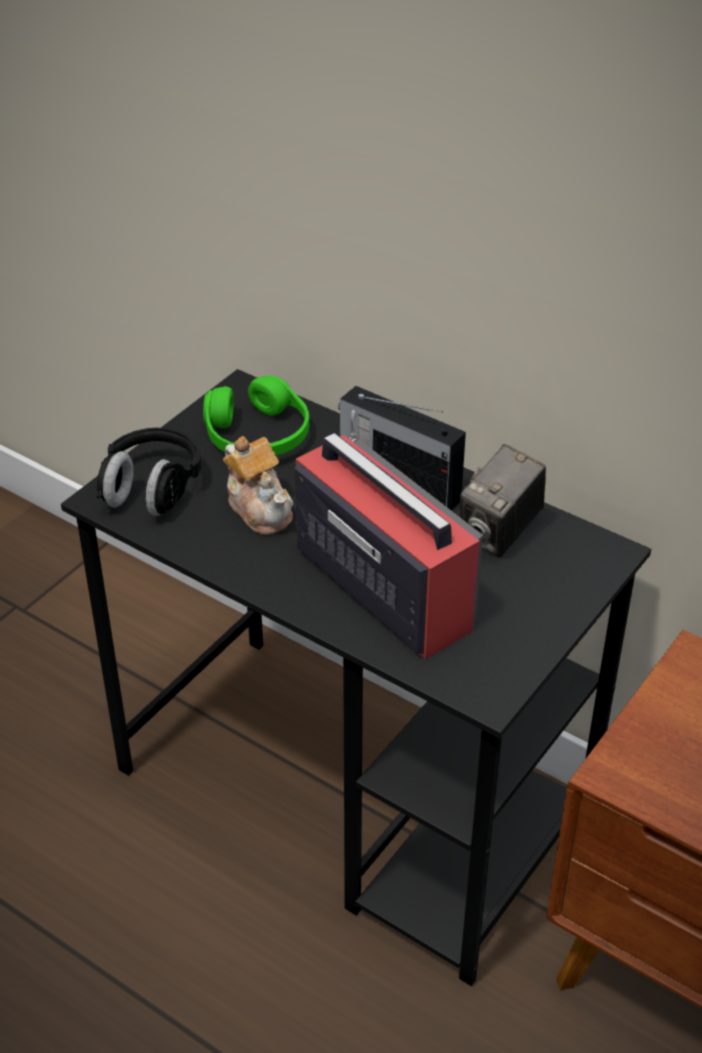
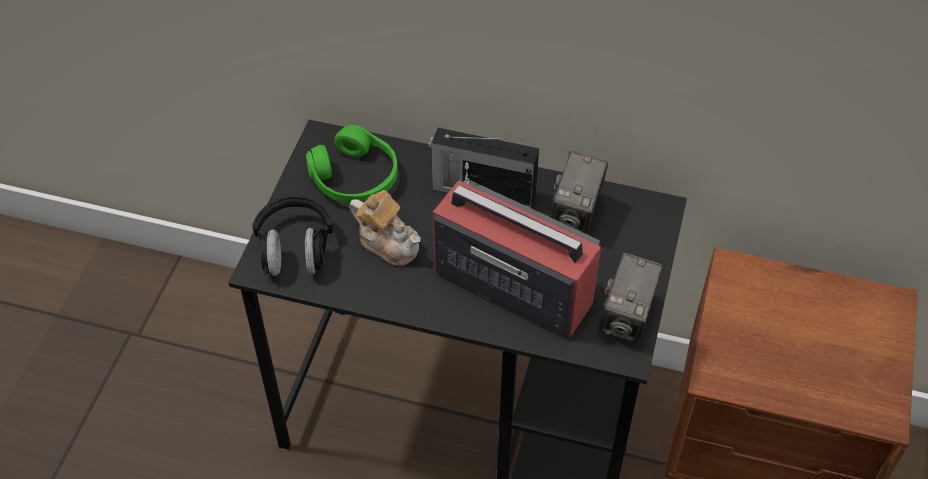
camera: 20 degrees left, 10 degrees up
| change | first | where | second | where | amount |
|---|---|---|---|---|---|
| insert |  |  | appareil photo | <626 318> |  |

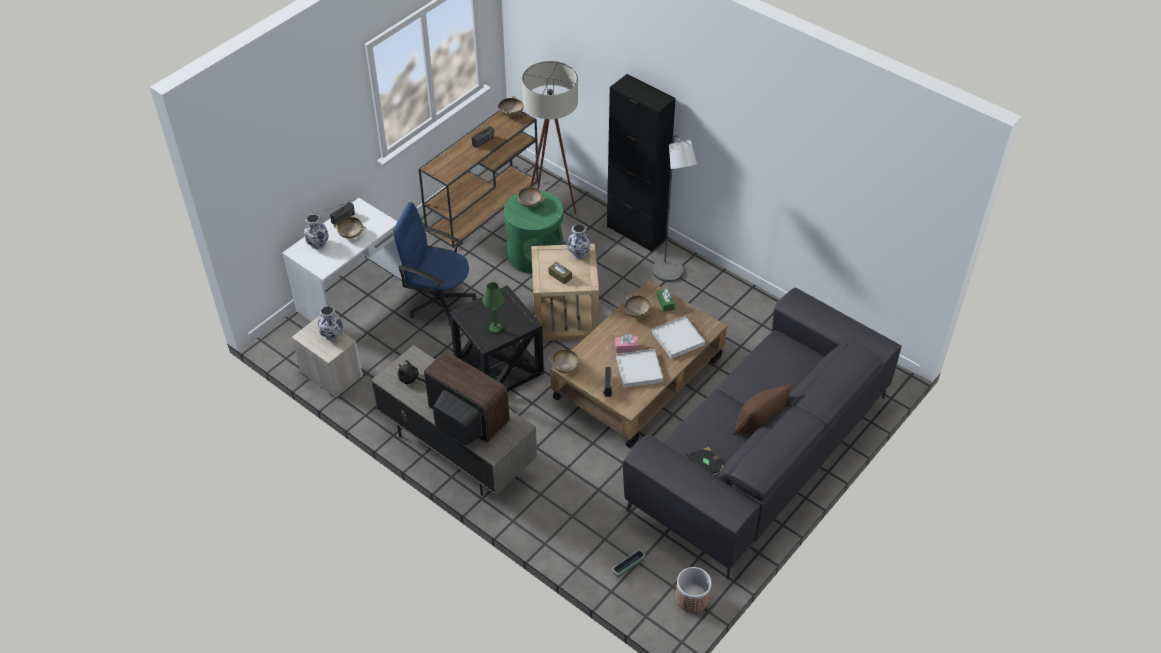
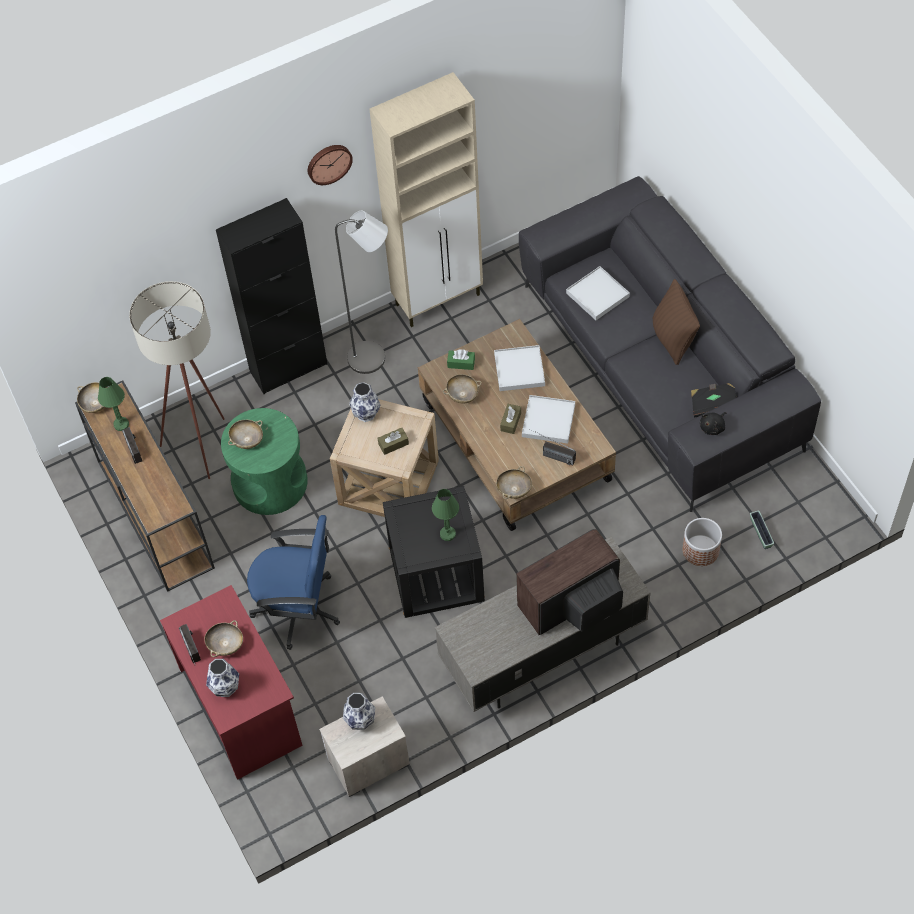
camera: 65 degrees left, 10 degrees up
| change | first | where | second | where | amount |
|---|---|---|---|---|---|
| recolor | bureau [blanc] | <352 295> | bureau [rouge] | <241 705> |  |
| rotate | chaise de bureau [bleu] | <439 300> |  | <298 608> | 120 degrees counterclockwise |
| recolor | boîte à mouchoirs [rose] | <626 347> | boîte à mouchoirs [marron] | <510 422> |  |
| move | peluche [noir] | <410 379> |  | <713 427> |  |
| move | cache-pot | <692 598> |  | <701 550> |  |
| insert |  |  | meuble de rangement [beige] | <439 299> |  |
| insert |  |  | horloge murale | <328 163> |  |
| insert |  |  | plateau [blanc] | <597 295> |  |
| insert |  |  | lampe de table [vert] | <121 424> |  |

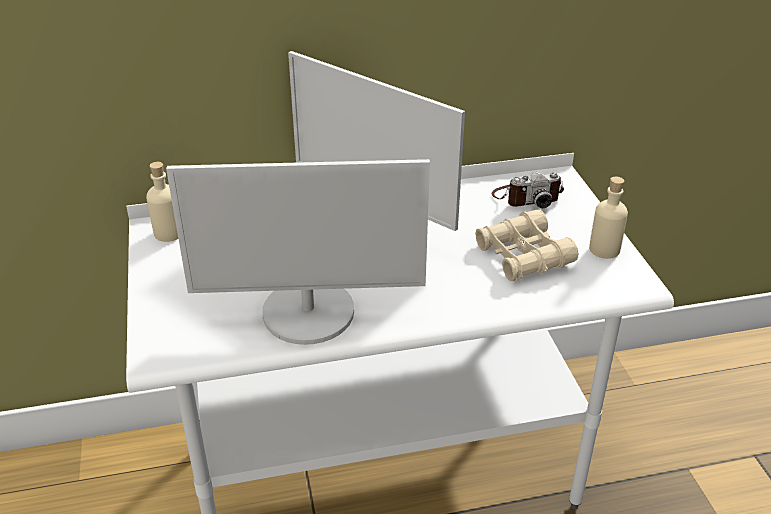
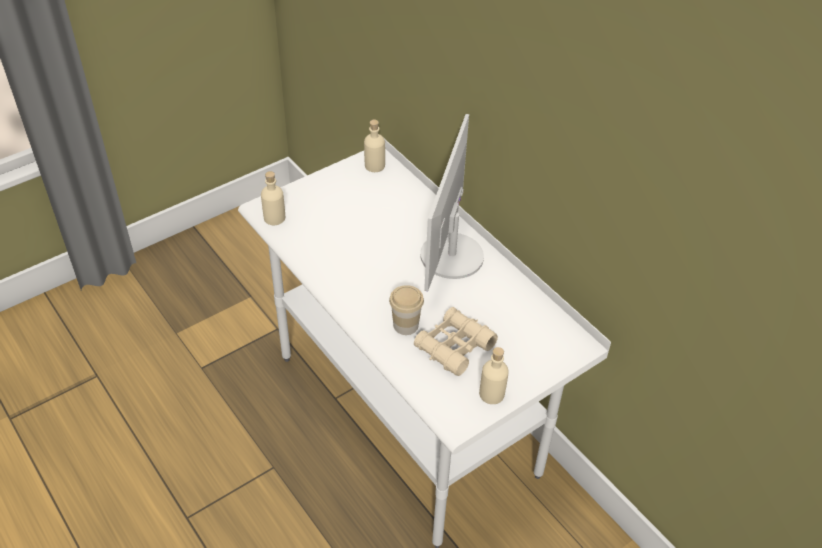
camera: 65 degrees right, 10 degrees up
| change | first | where | second | where | amount |
|---|---|---|---|---|---|
| delete | écran d'ordinateur | <309 313> |  |  |  |
| delete | appareil photo | <527 197> |  |  |  |
| insert |  |  | bouteille [beige] | <274 218> |  |
| insert |  |  | tasse | <405 325> |  |

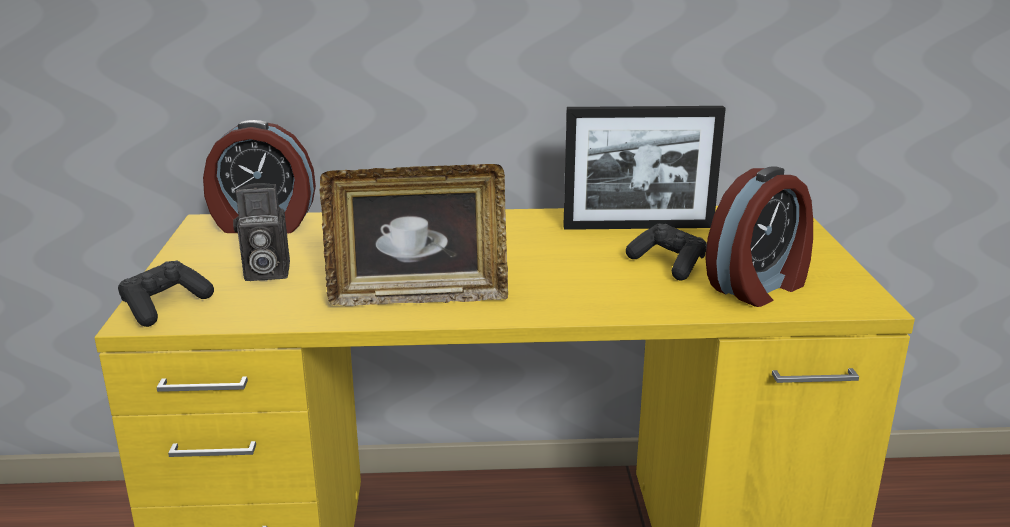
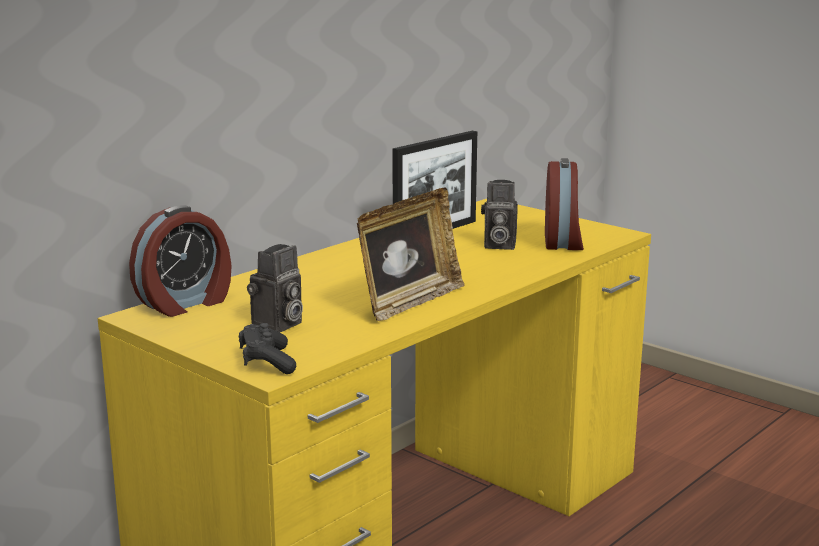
camera: 45 degrees left, 5 degrees down
| change | first | where | second | where | amount |
|---|---|---|---|---|---|
| replace | manette [noir] | <668 264> | appareil photo | <498 245> |  |

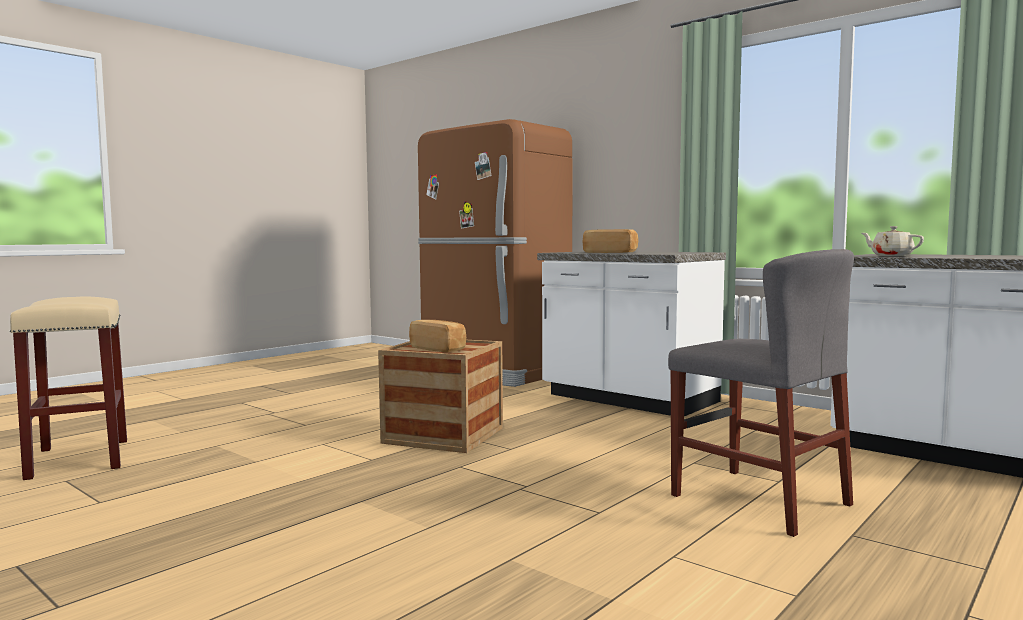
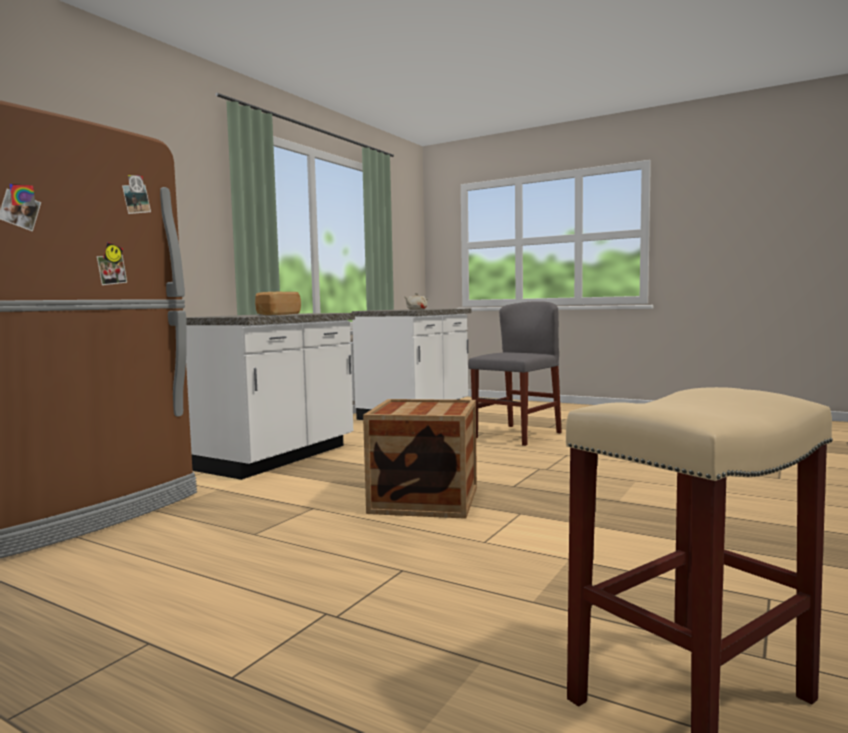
camera: 100 degrees left, 0 degrees up
| change | first | where | second | where | amount |
|---|---|---|---|---|---|
| delete | pain | <438 348> |  |  |  |

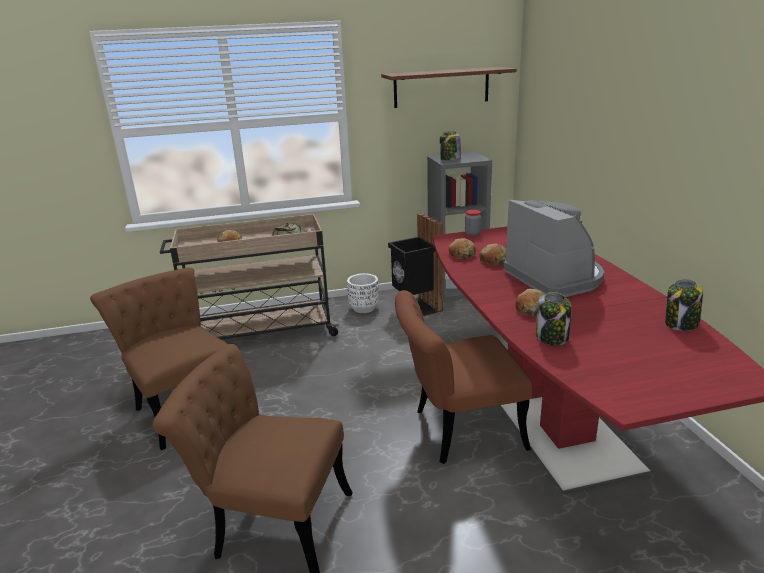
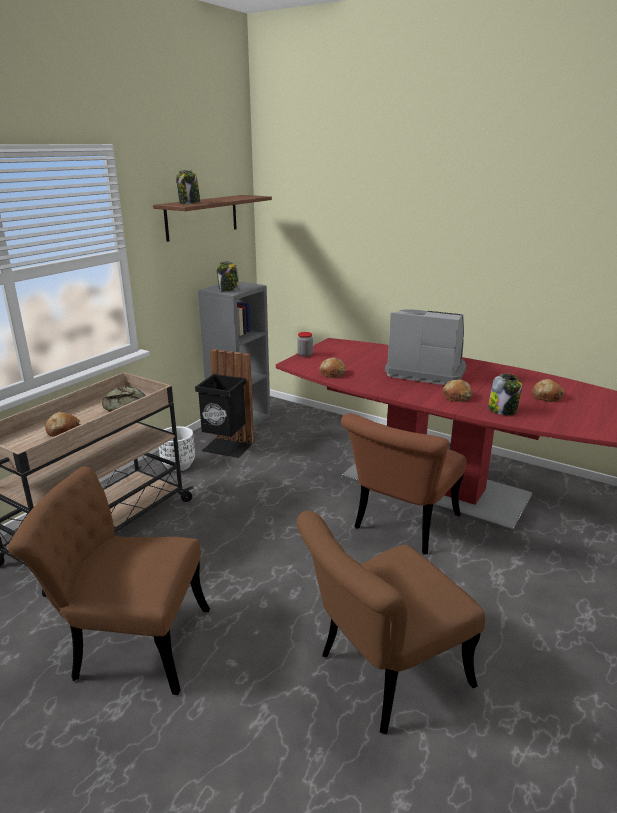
camera: 45 degrees left, 0 degrees up
| change | first | where | second | where | amount |
|---|---|---|---|---|---|
| move | pain | <493 261> |  | <546 396> |  |
| move | bocal | <681 324> |  | <189 203> |  |

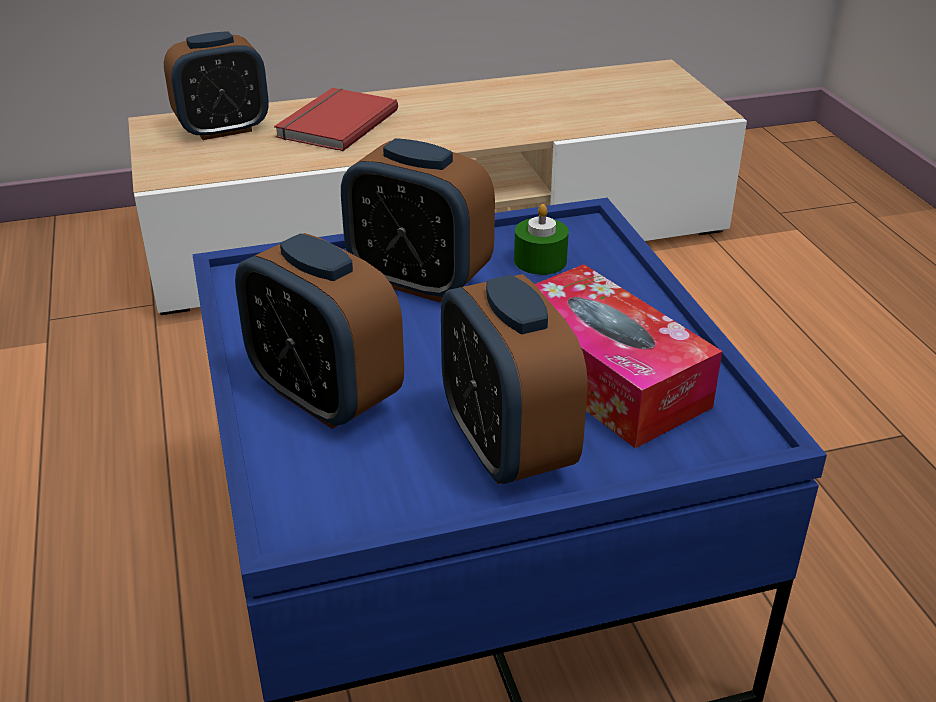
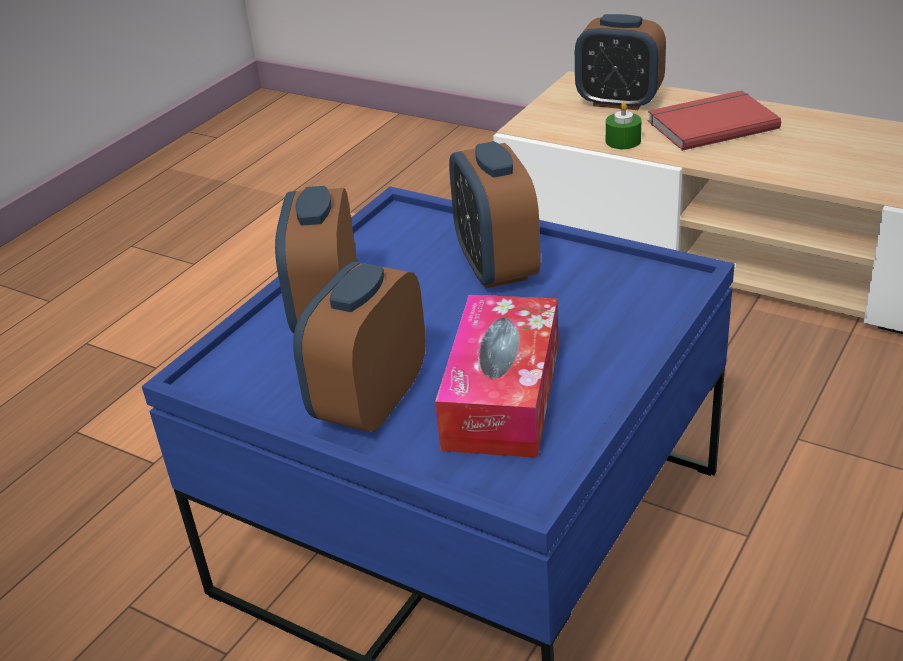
camera: 50 degrees right, 0 degrees up
| change | first | where | second | where | amount |
|---|---|---|---|---|---|
| move | bougie [vert] | <540 261> |  | <623 141> |  |

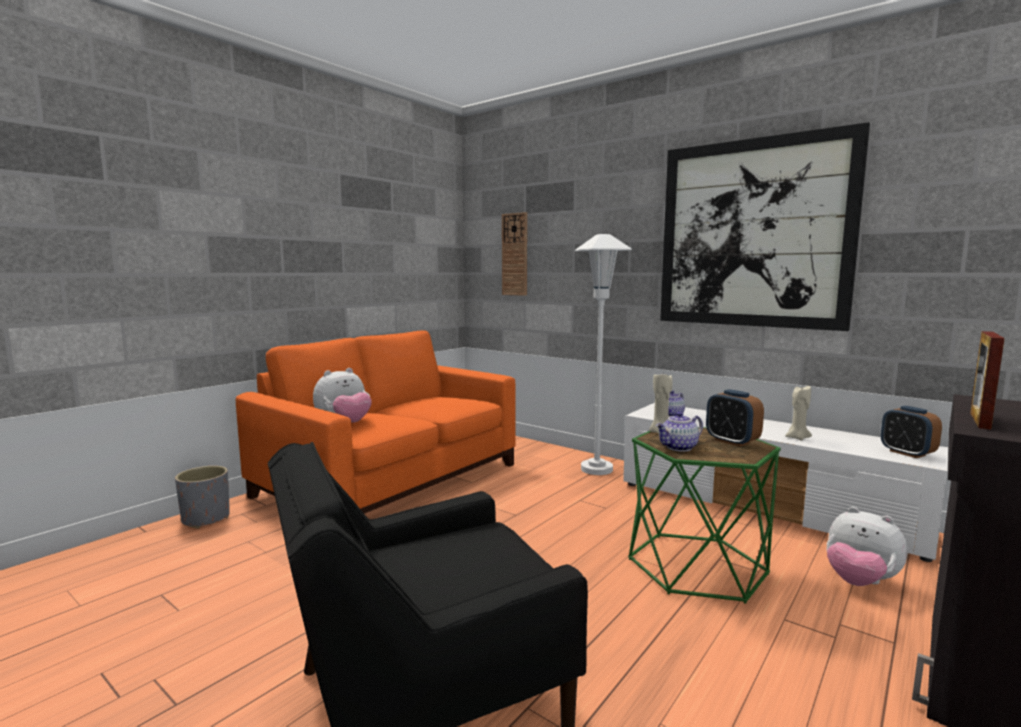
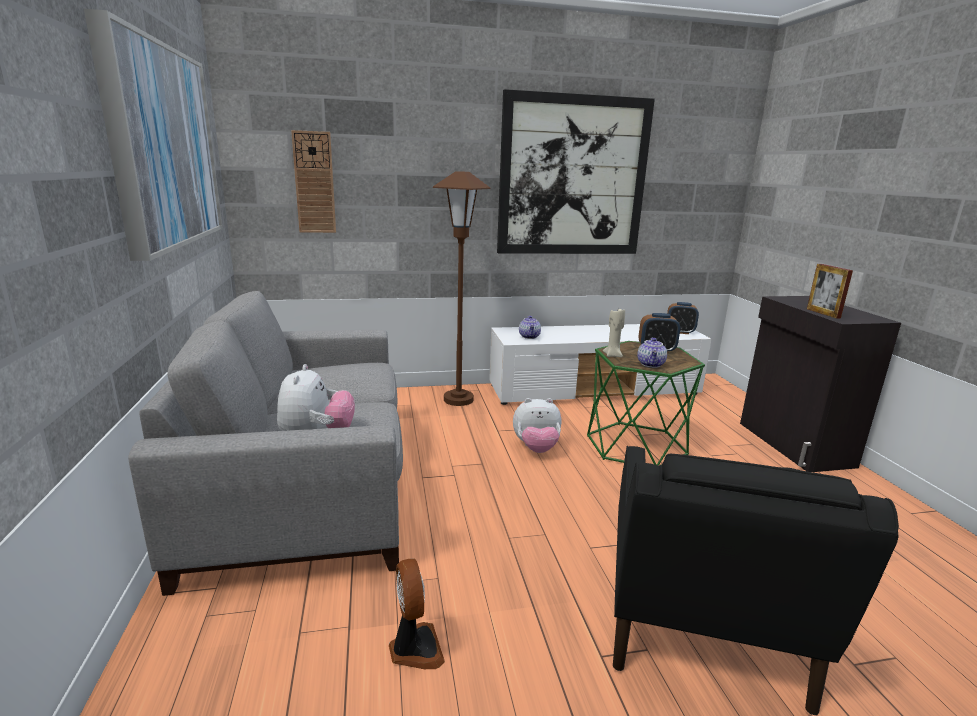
camera: 50 degrees left, 10 degrees up
| change | first | where | second | where | amount |
|---|---|---|---|---|---|
| recolor | lampadaire [blanc] | <596 469> | lampadaire [marron] | <458 399> |  |
| recolor | canapé [orange] | <392 480> | canapé [gris] | <307 484> |  |
| delete | bougie [beige] | <797 438> |  |  |  |
| delete | cache-pot [gris] | <206 518> |  |  |  |
| move | peluche | <859 582> |  | <536 448> |  |
| insert |  |  | tableau | <163 147> |  |
| insert |  |  | ventilateur | <414 648> |  |

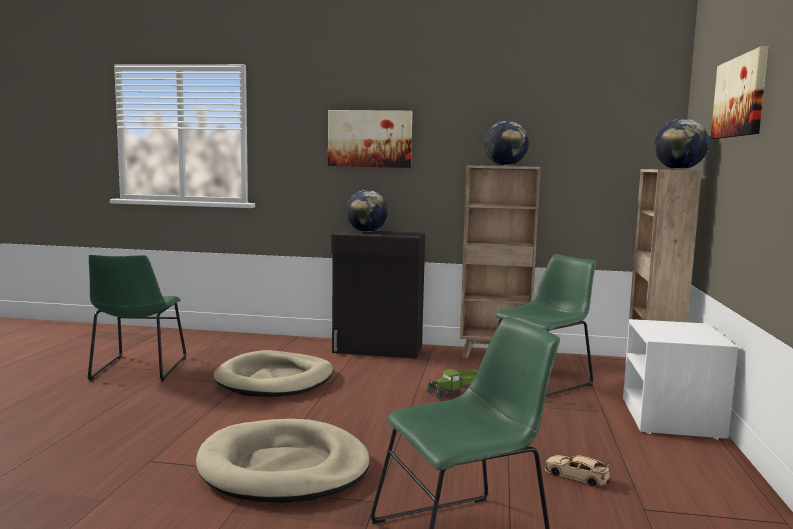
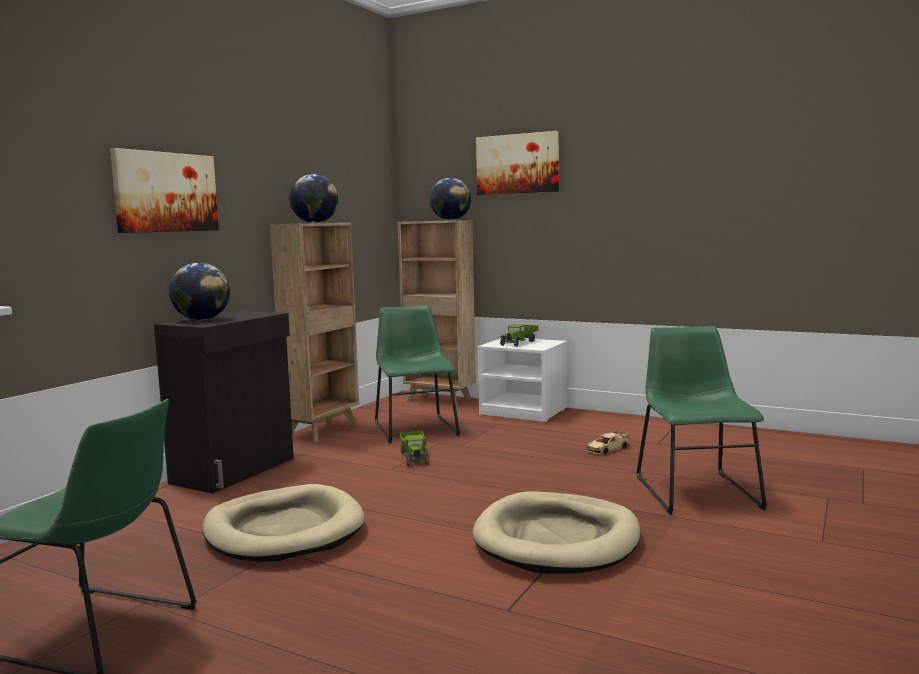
camera: 70 degrees left, 0 degrees up
| change | first | where | second | where | amount |
|---|---|---|---|---|---|
| insert |  |  | camion jouet | <519 342> |  |

